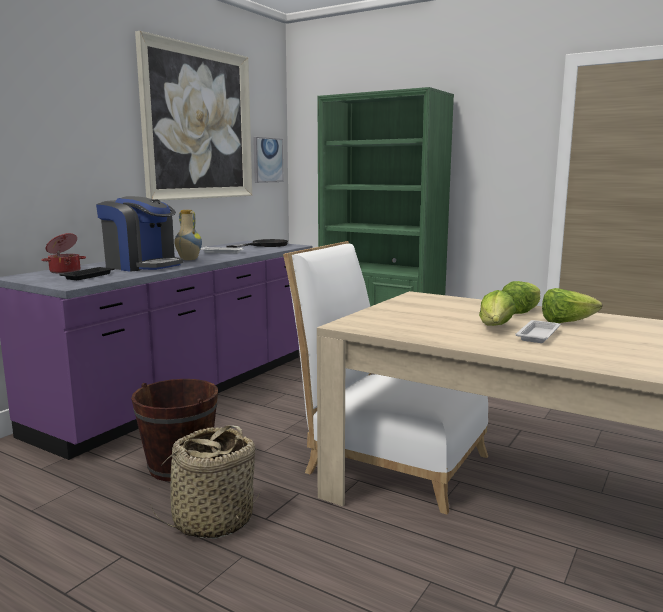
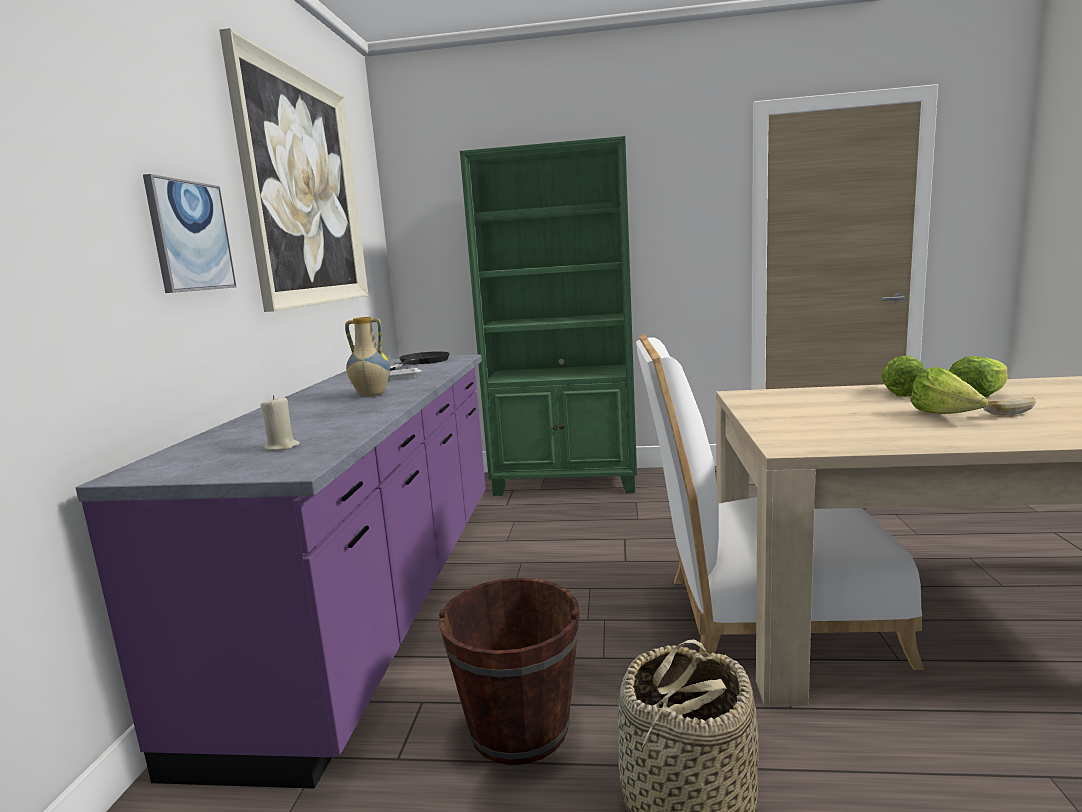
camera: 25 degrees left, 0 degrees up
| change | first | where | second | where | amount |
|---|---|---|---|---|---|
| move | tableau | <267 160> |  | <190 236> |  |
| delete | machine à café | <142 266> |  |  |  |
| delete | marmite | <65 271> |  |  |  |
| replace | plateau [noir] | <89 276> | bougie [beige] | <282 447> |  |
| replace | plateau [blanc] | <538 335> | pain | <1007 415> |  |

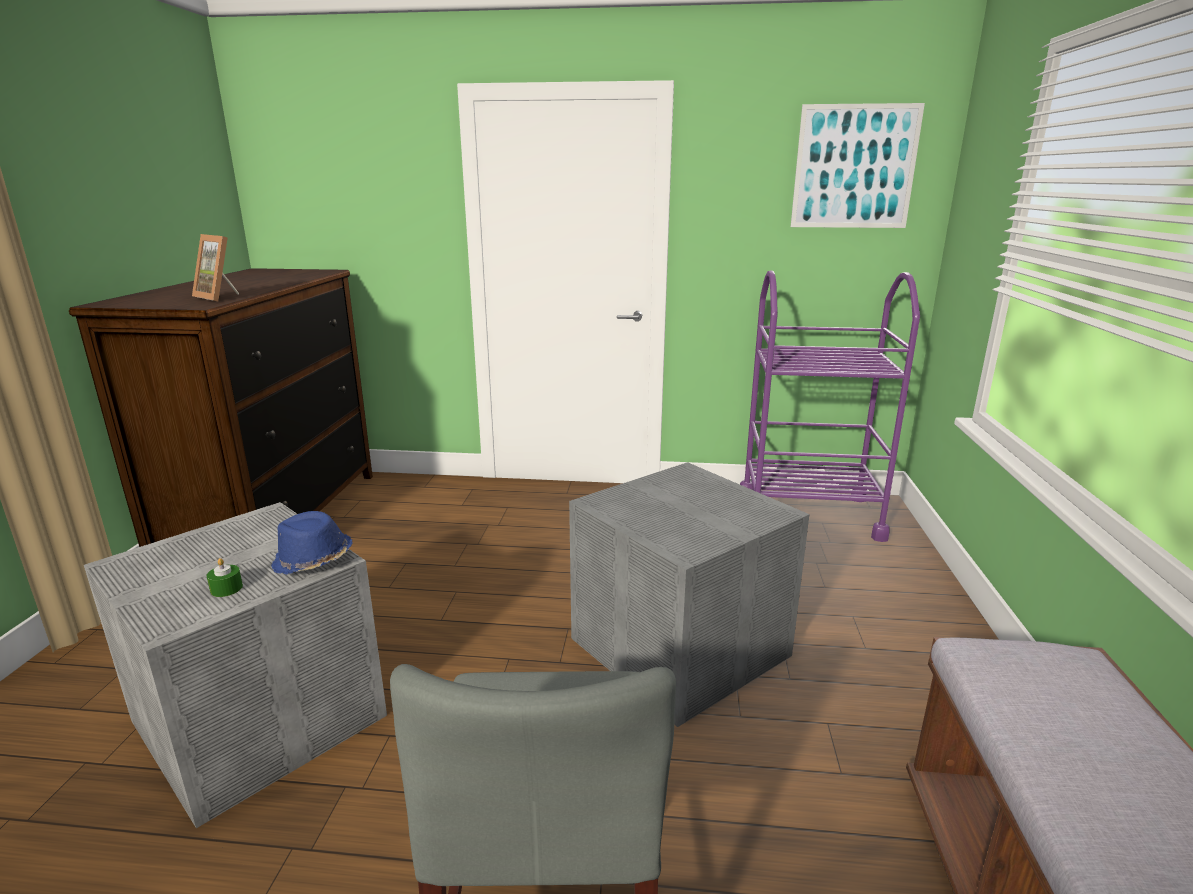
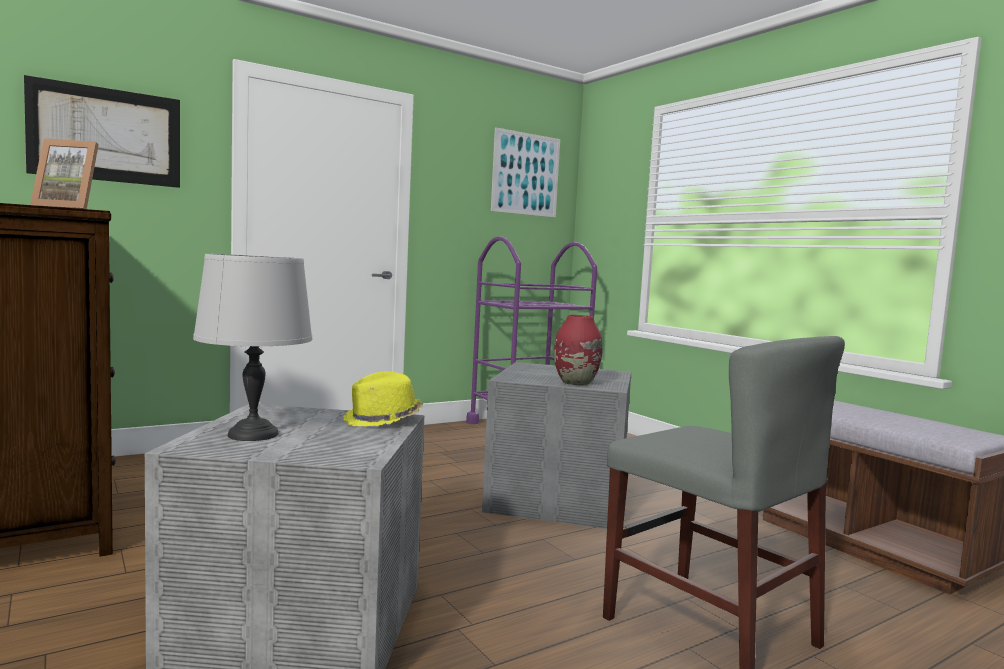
camera: 40 degrees left, 15 degrees down
| change | first | where | second | where | amount |
|---|---|---|---|---|---|
| recolor | chapeau [bleu] | <313 561> | chapeau [jaune] | <383 420> |  |
| delete | bougie [vert] | <226 588> |  |  |  |
| insert |  |  | tableau | <106 135> |  |
| insert |  |  | lampe de table [gris] | <252 434> |  |
| insert |  |  | vase [rouge] | <575 383> |  |

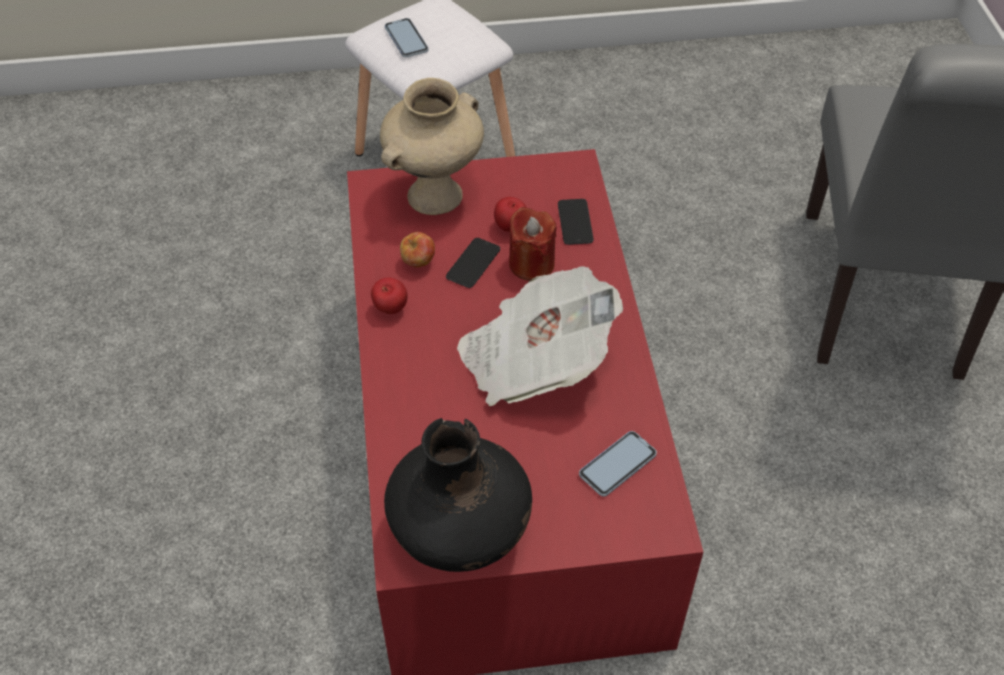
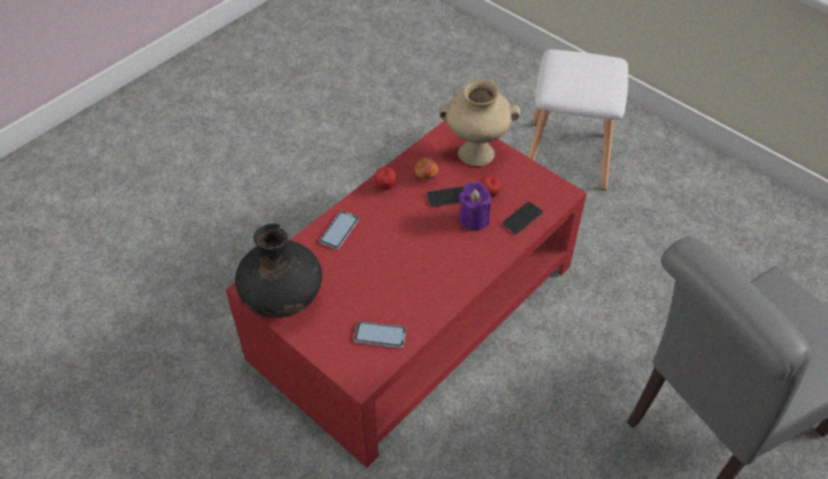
camera: 50 degrees right, 0 degrees up
| change | first | where | second | where | amount |
|---|---|---|---|---|---|
| move | téléphone | <406 39> |  | <339 231> |  |
| recolor | bougie [rouge] | <531 264> | bougie [violet] | <473 219> |  |
| delete | journal | <534 361> |  |  |  |

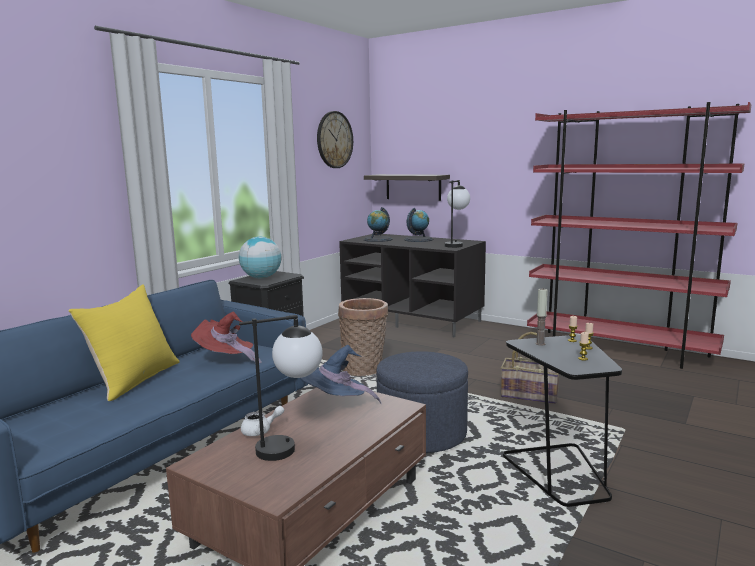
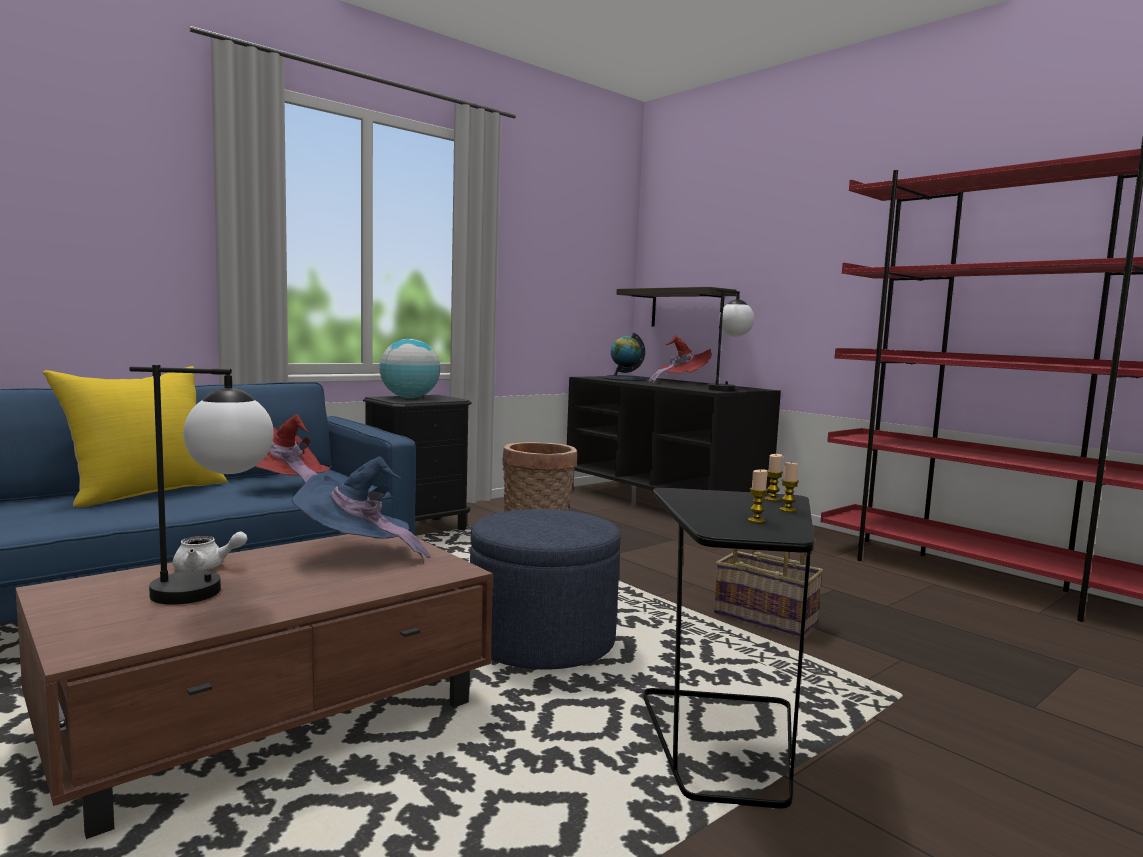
camera: 15 degrees right, 5 degrees down
| change | first | where | second | where | amount |
|---|---|---|---|---|---|
| delete | horloge murale | <334 140> |  |  |  |
| replace | globe | <418 239> | chapeau [rouge] | <682 382> |  |
| delete | bougie | <540 343> |  |  |  |

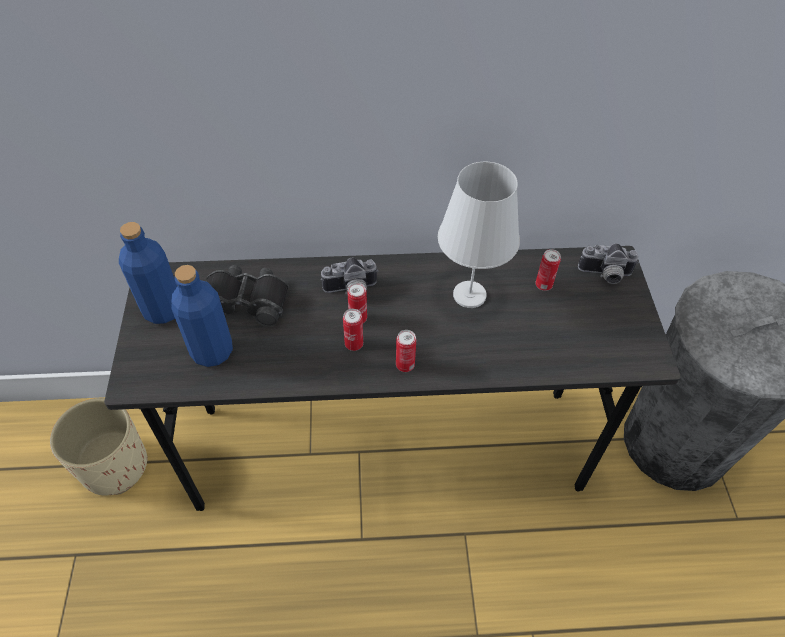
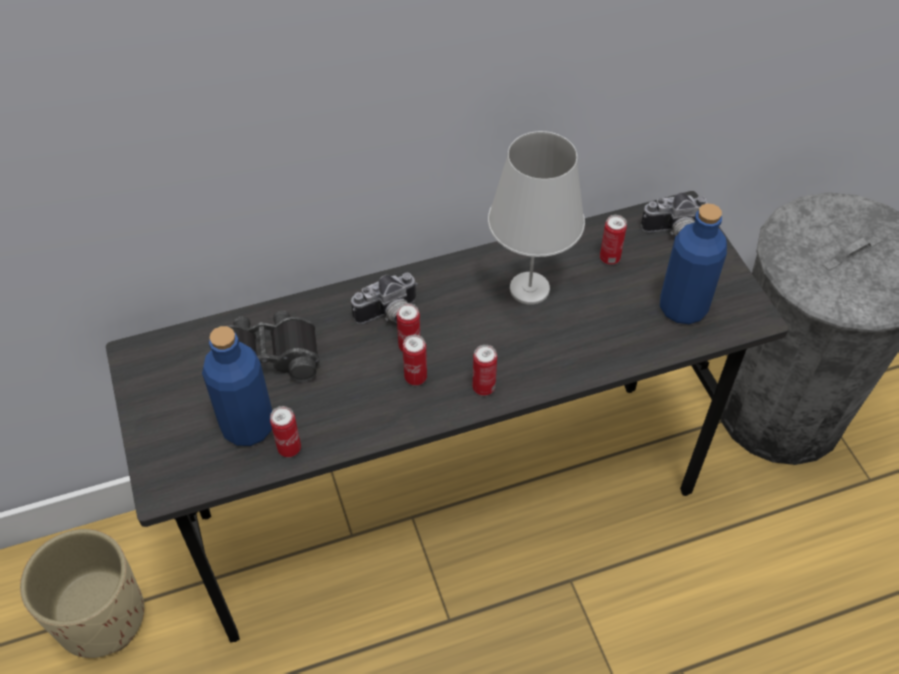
camera: 15 degrees left, 0 degrees up
| change | first | where | second | where | amount |
|---|---|---|---|---|---|
| move | bouteille [bleu] | <163 310> |  | <683 307> |  |
| insert |  |  | boîte métallique | <289 448> |  |

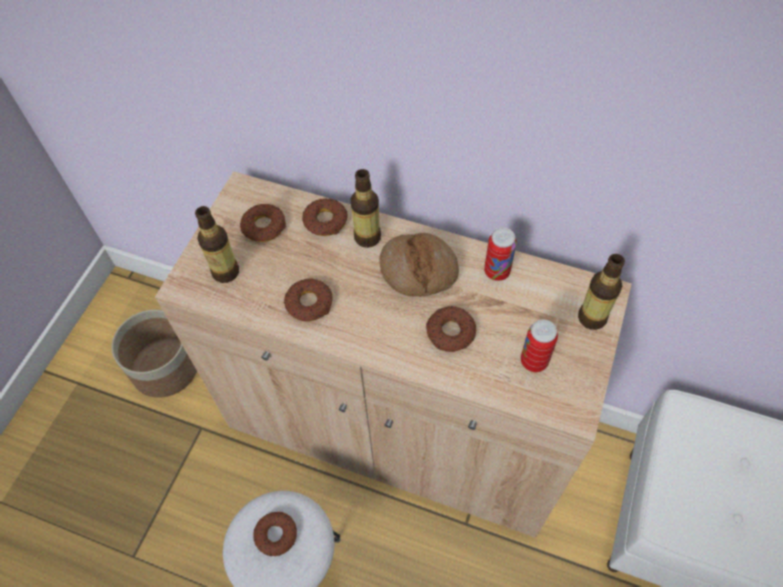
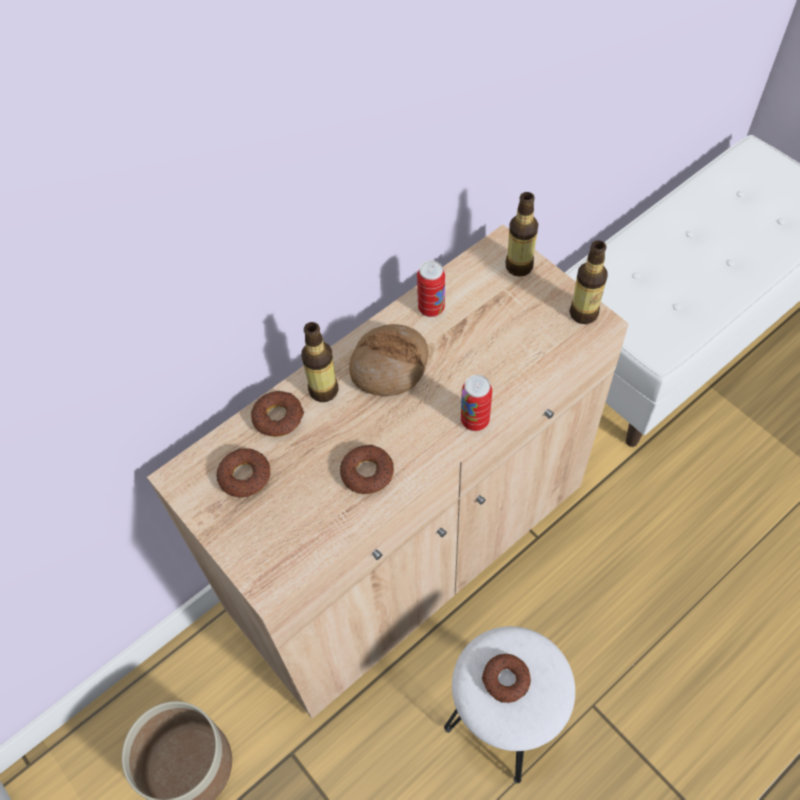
camera: 60 degrees left, 0 degrees up
| change | first | where | second | where | amount |
|---|---|---|---|---|---|
| move | bouteille | <226 272> |  | <583 313> |  |
| delete | beignet | <450 332> |  |  |  |
| move | boîte métallique | <534 361> |  | <475 420> |  |

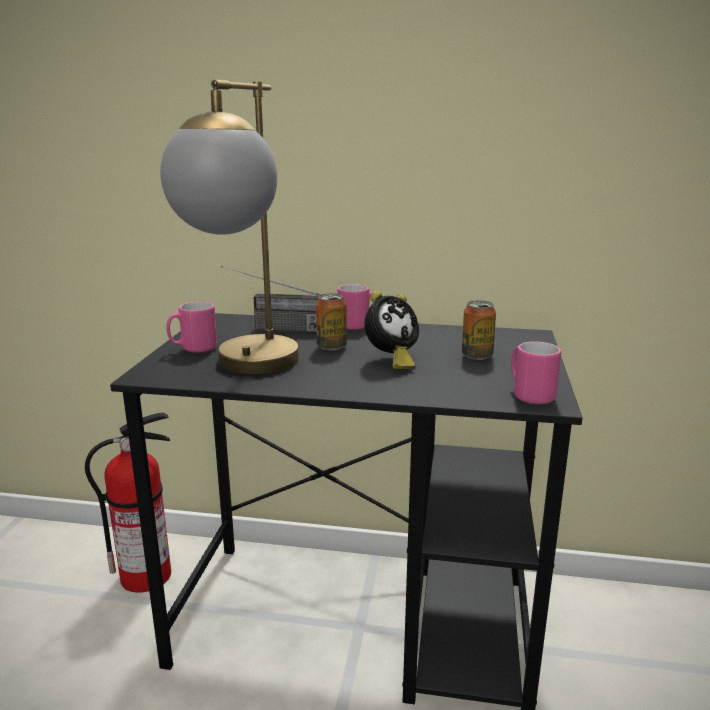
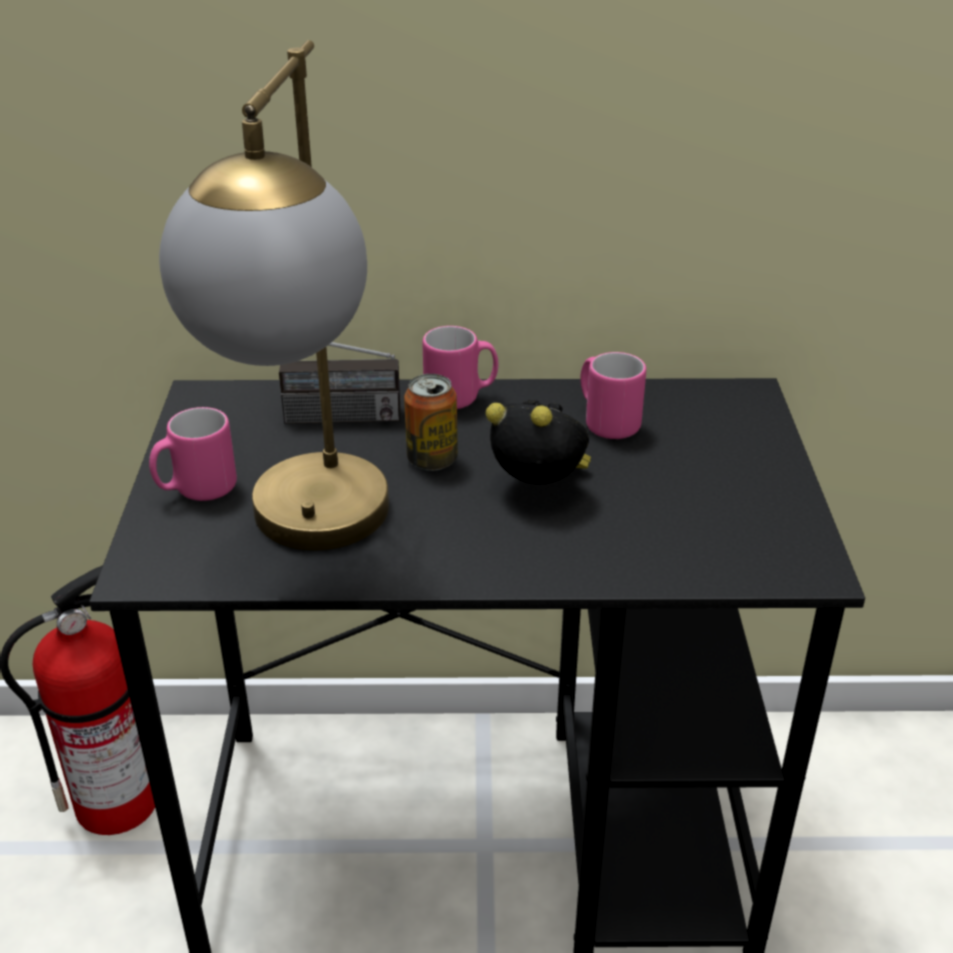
camera: 10 degrees left, 15 degrees up
| change | first | where | second | where | amount |
|---|---|---|---|---|---|
| rotate | réveil | <390 361> |  | <541 489> | 105 degrees counterclockwise |
| delete | boîte métallique | <477 356> |  |  |  |
| move | mug [rose] | <529 394> |  | <605 422> |  |

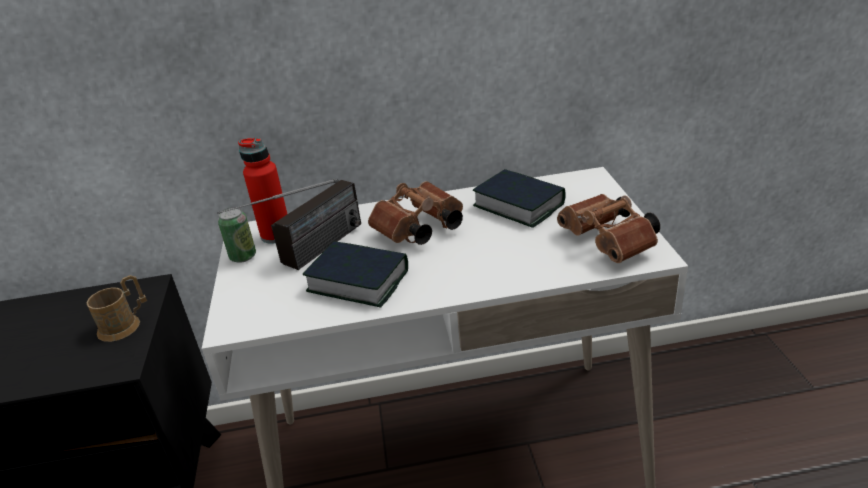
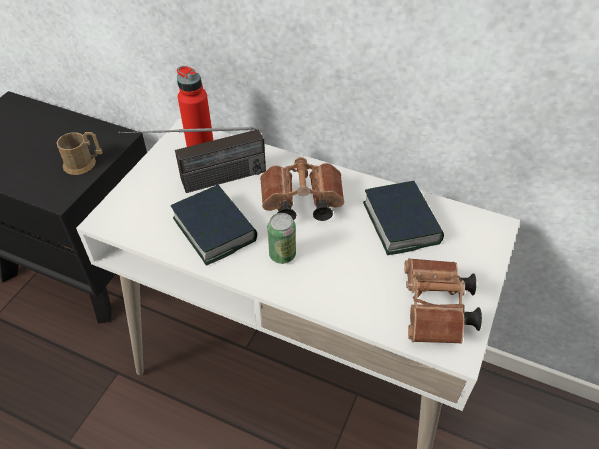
camera: 30 degrees right, 15 degrees up
| change | first | where | second | where | amount |
|---|---|---|---|---|---|
| move | boîte métallique | <243 256> |  | <282 255> |  |

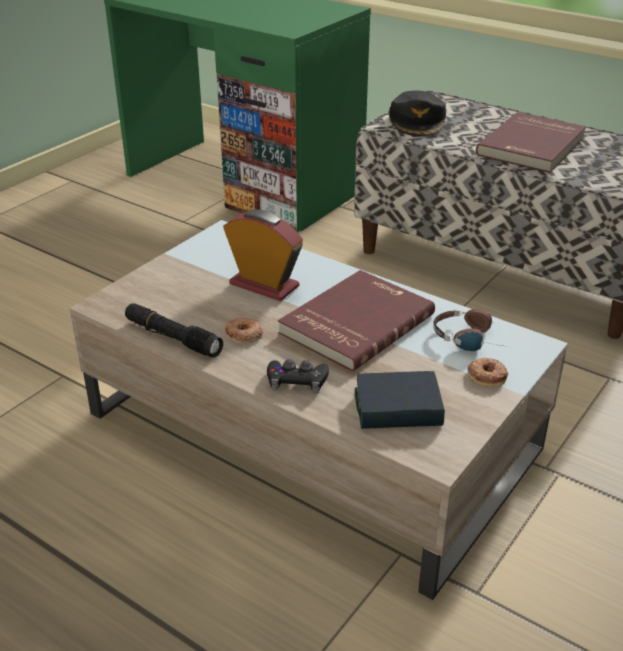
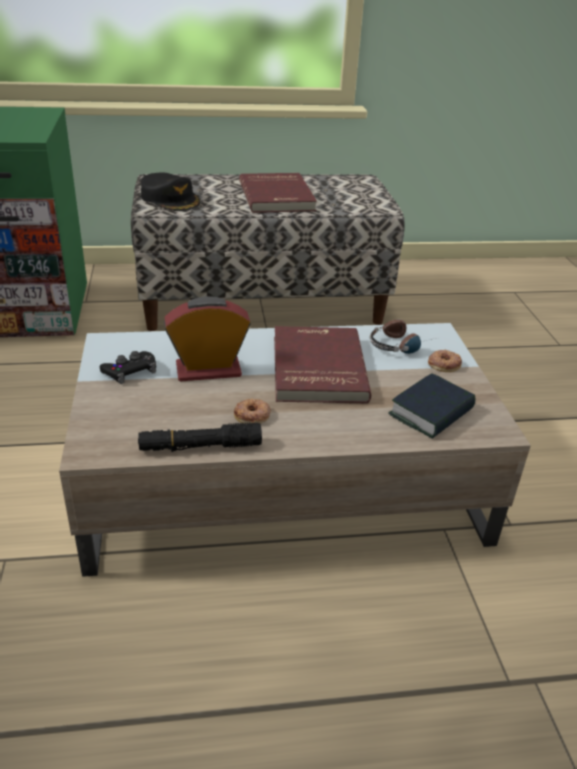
camera: 45 degrees left, 0 degrees up
| change | first | where | second | where | amount |
|---|---|---|---|---|---|
| move | manette [noir] | <297 381> |  | <130 371> |  |

